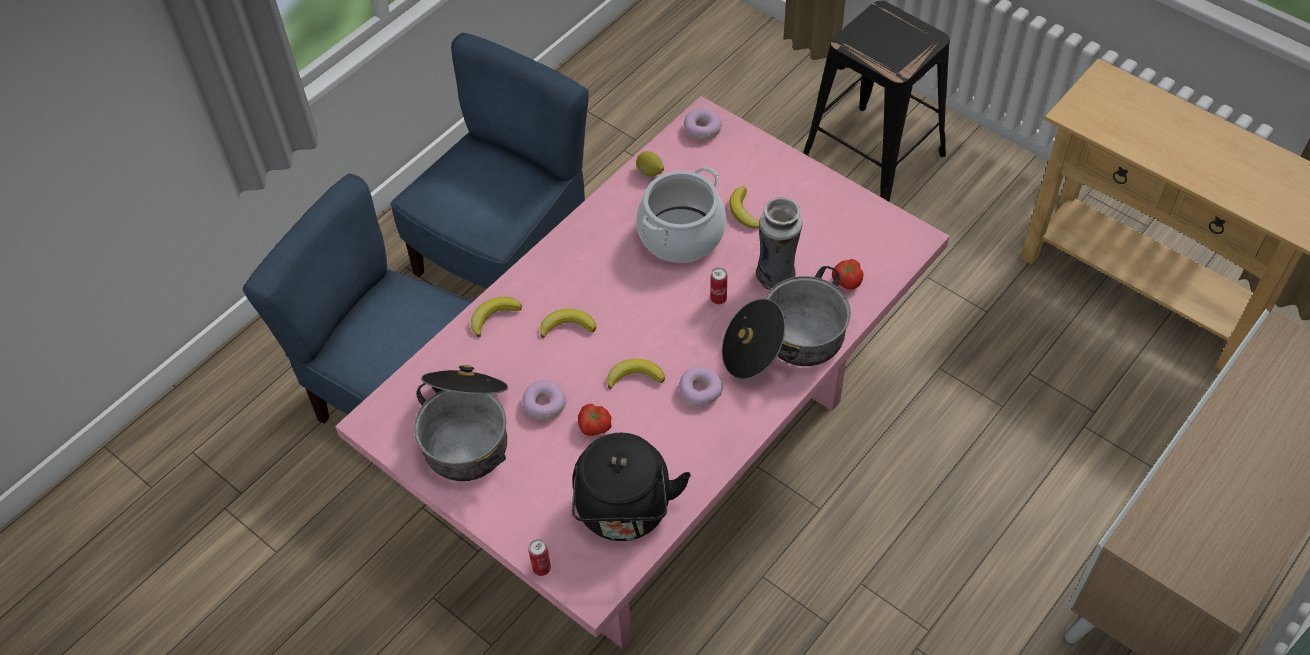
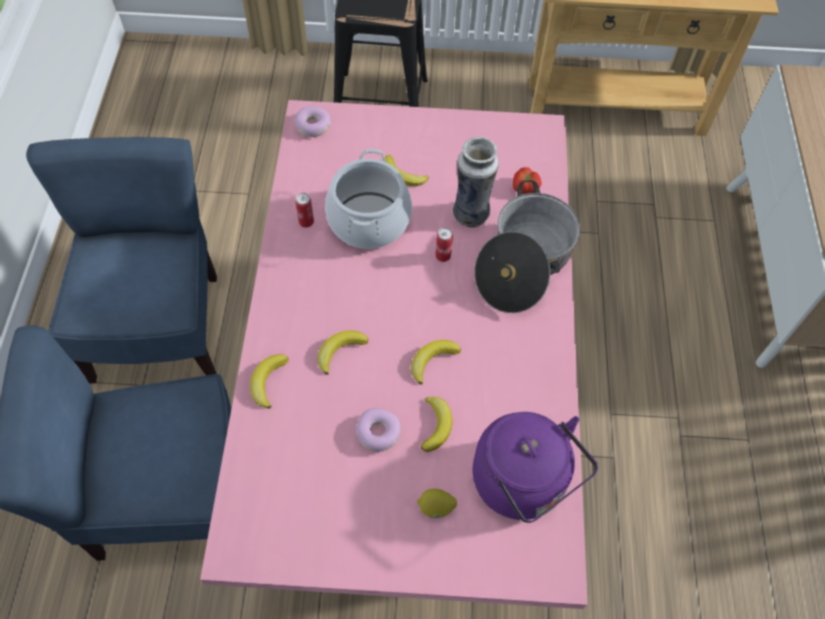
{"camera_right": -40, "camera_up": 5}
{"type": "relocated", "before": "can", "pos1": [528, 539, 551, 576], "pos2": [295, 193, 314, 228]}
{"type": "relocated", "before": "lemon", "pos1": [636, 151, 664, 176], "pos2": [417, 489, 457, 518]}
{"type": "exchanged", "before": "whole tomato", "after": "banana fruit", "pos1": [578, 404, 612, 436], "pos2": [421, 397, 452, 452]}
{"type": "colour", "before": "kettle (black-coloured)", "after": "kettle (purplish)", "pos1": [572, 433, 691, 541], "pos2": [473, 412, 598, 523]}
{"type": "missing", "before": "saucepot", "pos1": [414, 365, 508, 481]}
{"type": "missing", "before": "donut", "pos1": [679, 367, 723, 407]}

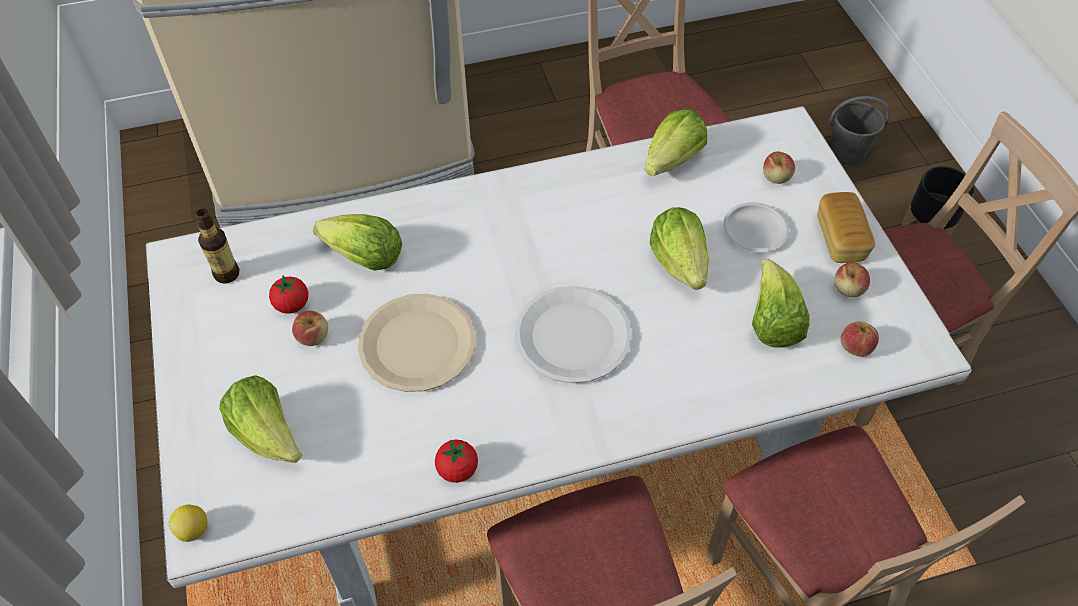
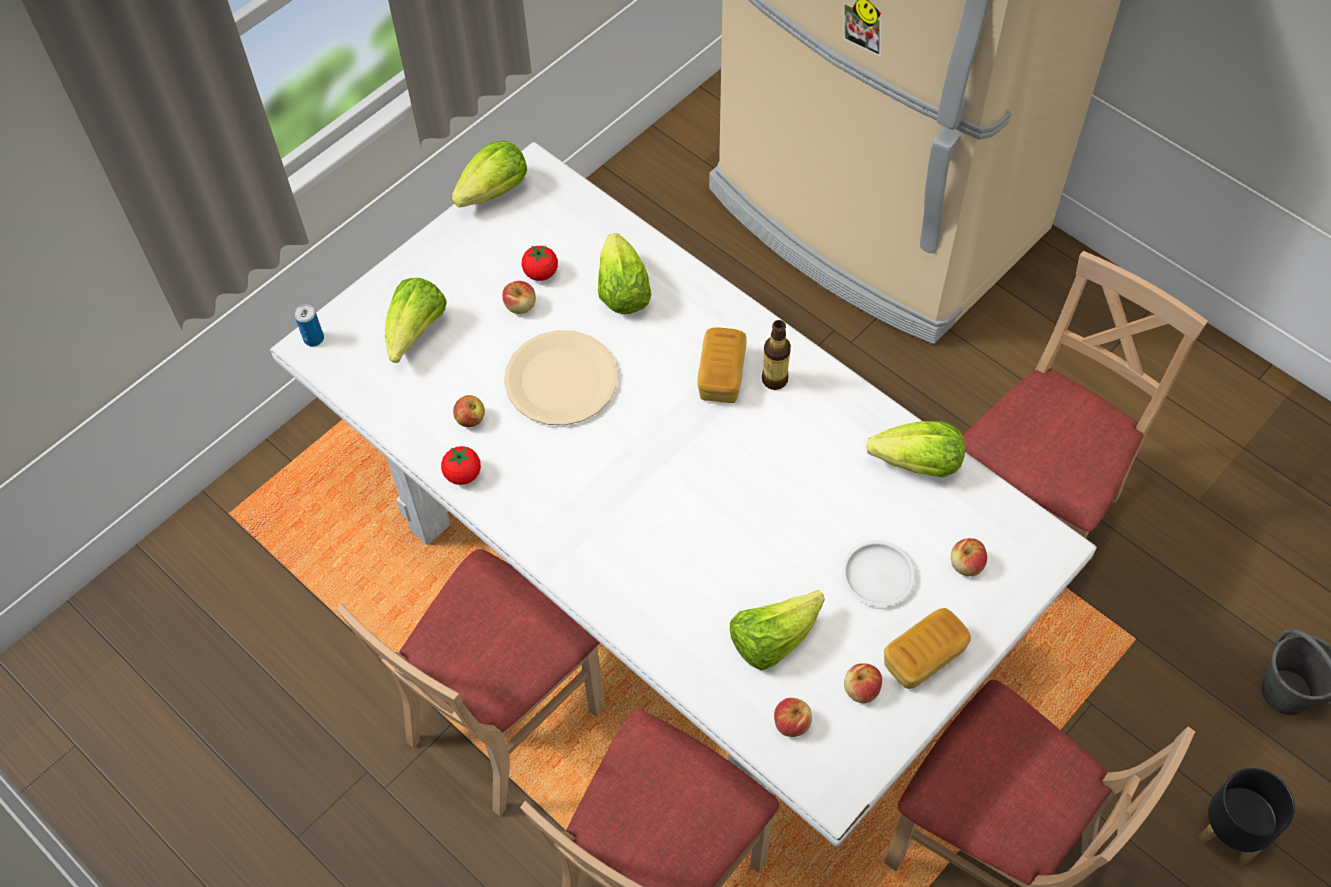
{"camera_right": 60, "camera_up": 5}
{"type": "exchanged", "before": "lemon", "after": "can", "pos1": [169, 504, 208, 542], "pos2": [294, 305, 324, 347]}
{"type": "relocated", "before": "head of lettuce", "pos1": [650, 207, 709, 290], "pos2": [452, 141, 527, 207]}
{"type": "appeared", "after": "whole apple", "pos2": [453, 395, 485, 427]}
{"type": "appeared", "after": "bread", "pos2": [697, 327, 747, 403]}
{"type": "relocated", "before": "beverage bottle", "pos1": [195, 208, 240, 283], "pos2": [762, 320, 791, 390]}
{"type": "missing", "before": "plate (white)", "pos1": [515, 286, 632, 383]}

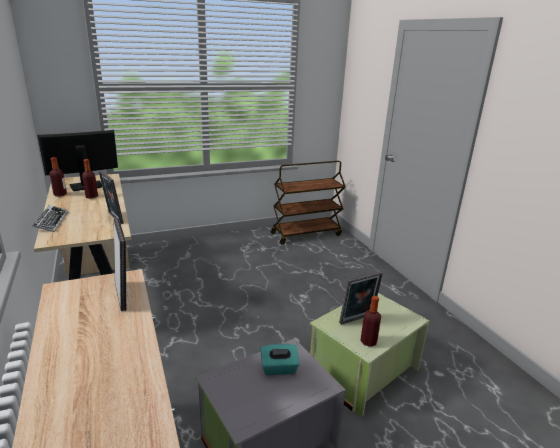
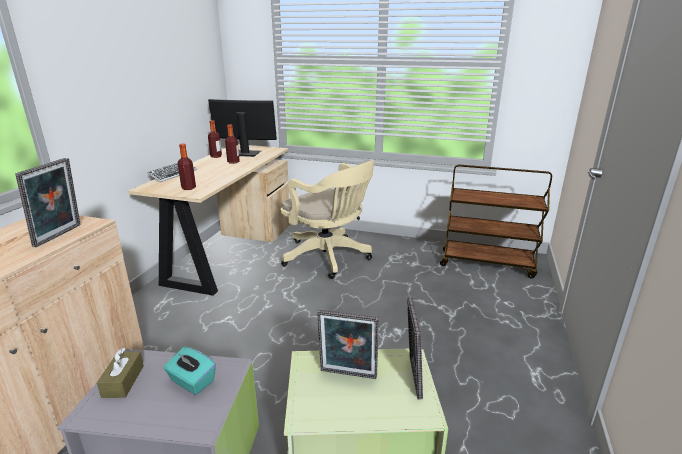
{"camera_right": 40, "camera_up": 0}
{"type": "appeared", "after": "box of tissues (brown)", "pos2": [97, 348, 144, 398]}
{"type": "relocated", "before": "beverage bottle", "pos1": [360, 296, 381, 347], "pos2": [178, 144, 196, 190]}
{"type": "appeared", "after": "desk chair (sand-coloured)", "pos2": [281, 160, 374, 279]}
{"type": "relocated", "before": "photo frame", "pos1": [99, 171, 124, 224], "pos2": [407, 297, 423, 400]}

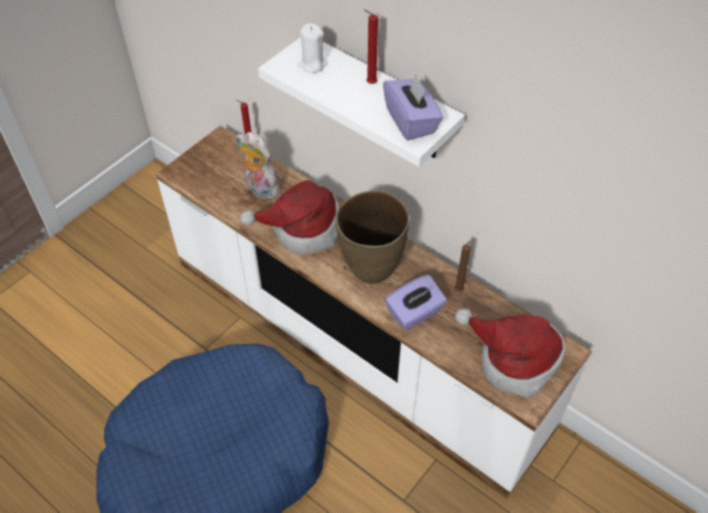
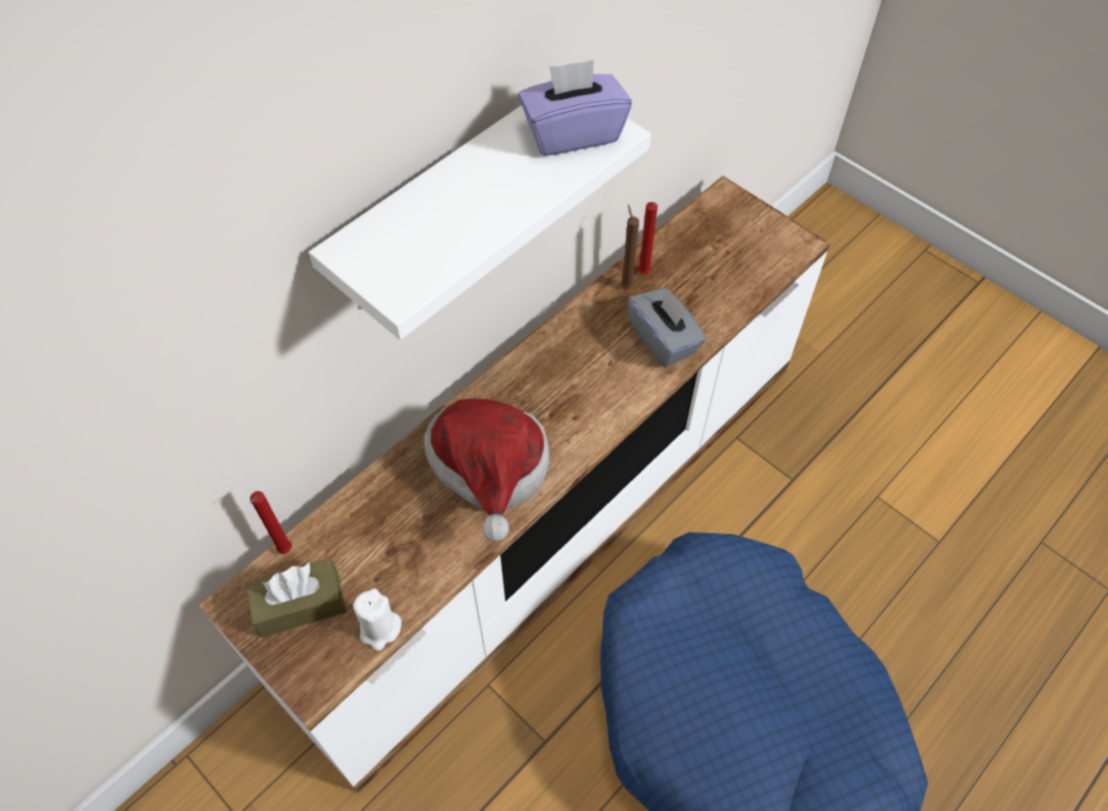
{"camera_right": -85, "camera_up": 5}
{"type": "appeared", "after": "box of tissues (brown)", "pos2": [245, 558, 347, 638]}
{"type": "relocated", "before": "wax light (white)", "pos1": [298, 23, 327, 73], "pos2": [353, 588, 402, 651]}
{"type": "colour", "before": "box of tissues (purplish)", "after": "box of tissues (gray)", "pos1": [385, 275, 447, 331], "pos2": [627, 288, 706, 367]}
{"type": "relocated", "before": "wax light (red-coloured)", "pos1": [364, 9, 378, 84], "pos2": [638, 202, 658, 274]}
{"type": "missing", "before": "plush toy", "pos1": [236, 132, 281, 199]}
{"type": "missing", "before": "vase (brown)", "pos1": [336, 190, 409, 283]}
{"type": "missing", "before": "hat", "pos1": [455, 309, 566, 399]}

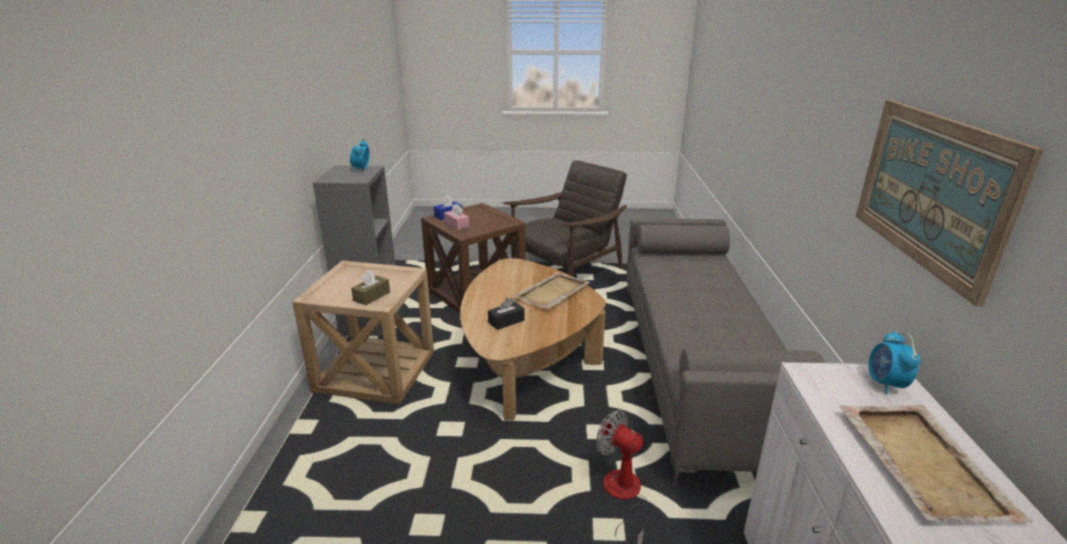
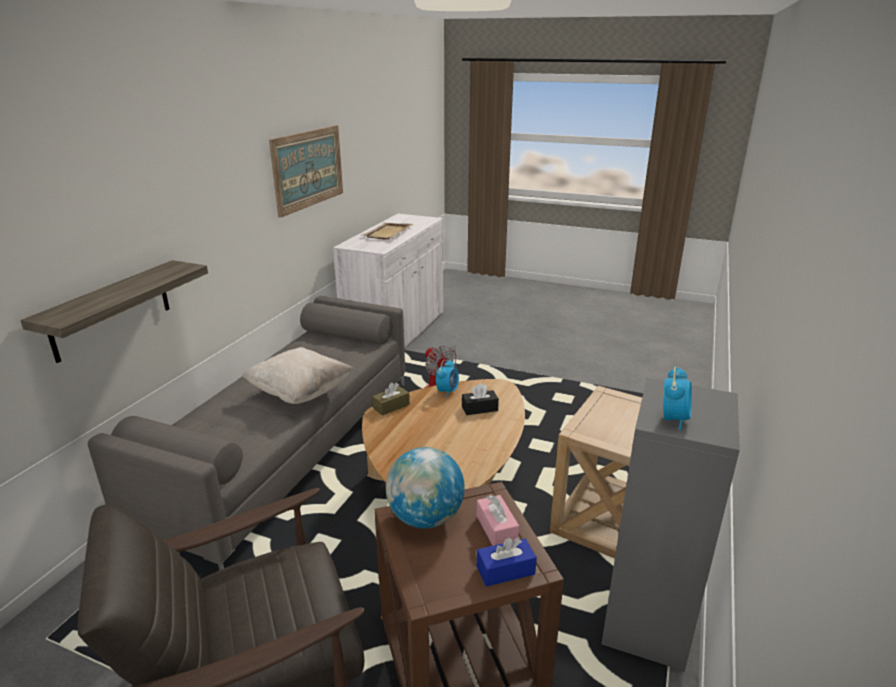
{"camera_right": -160, "camera_up": 0}
{"type": "appeared", "after": "wall shelf", "pos2": [21, 260, 208, 363]}
{"type": "appeared", "after": "cushion (sand-coloured)", "pos2": [241, 347, 354, 404]}
{"type": "relocated", "before": "box of tissues (brown)", "pos1": [351, 270, 390, 305], "pos2": [372, 382, 410, 416]}
{"type": "appeared", "after": "globe", "pos2": [386, 447, 465, 529]}
{"type": "relocated", "before": "alarm clock", "pos1": [868, 331, 921, 395], "pos2": [436, 360, 459, 398]}
{"type": "missing", "before": "carrying tray (sand-coloured)", "pos1": [513, 272, 590, 309]}

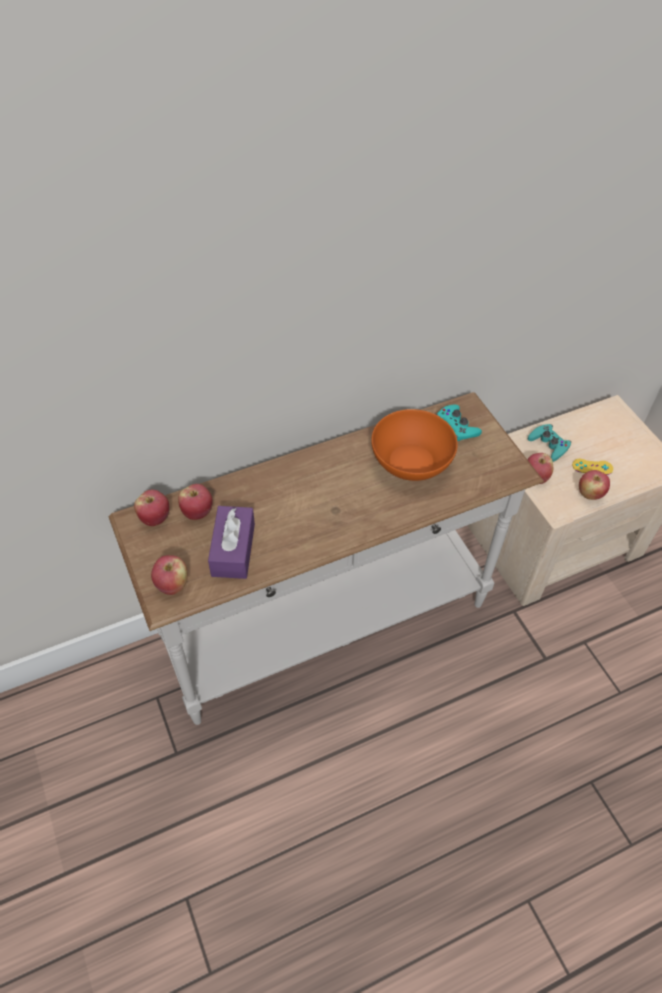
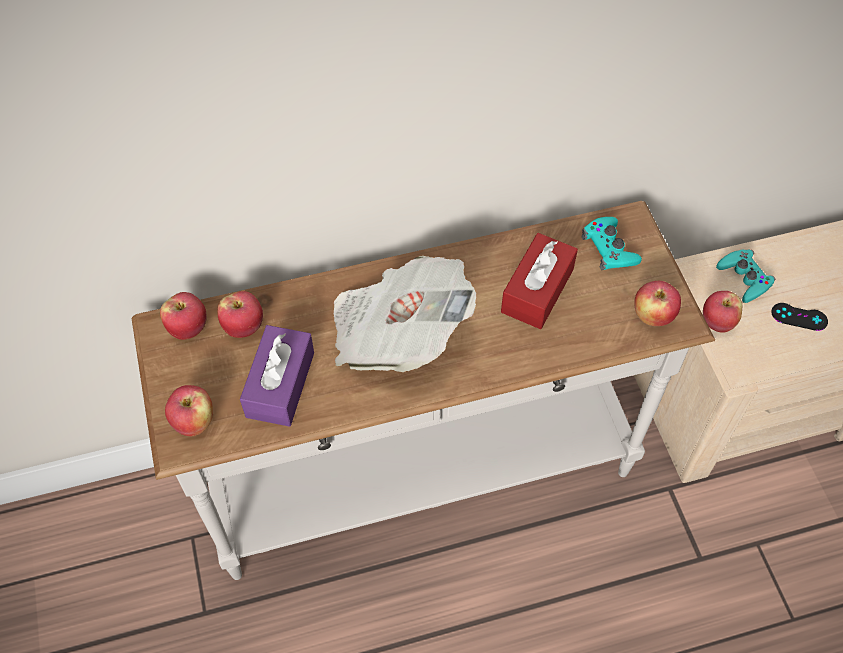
{"camera_right": 10, "camera_up": 5}
{"type": "appeared", "after": "daily paper", "pos2": [334, 255, 476, 372]}
{"type": "exchanged", "before": "serving bowl (orange)", "after": "box of tissues (red-coloured)", "pos1": [371, 409, 458, 481], "pos2": [501, 233, 578, 329]}
{"type": "relocated", "before": "whole apple", "pos1": [579, 470, 610, 500], "pos2": [634, 281, 681, 326]}
{"type": "colour", "before": "joypad (yellow)", "after": "joypad (black-coloured)", "pos1": [572, 459, 613, 475], "pos2": [771, 303, 828, 331]}

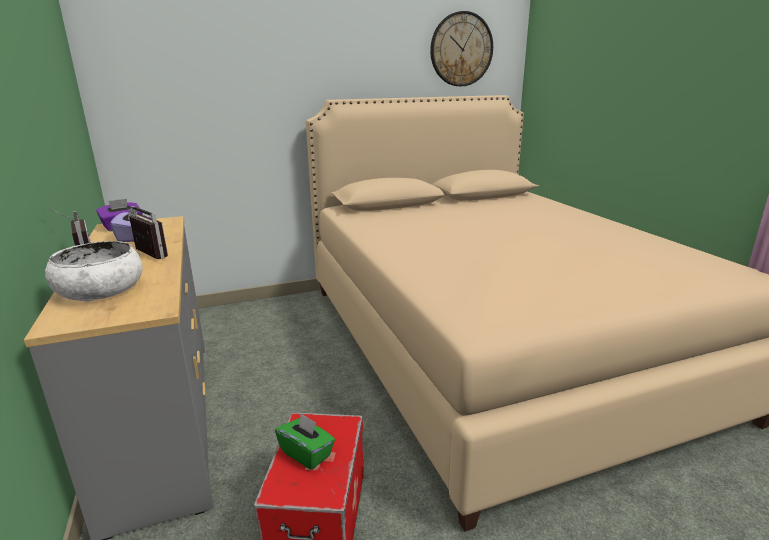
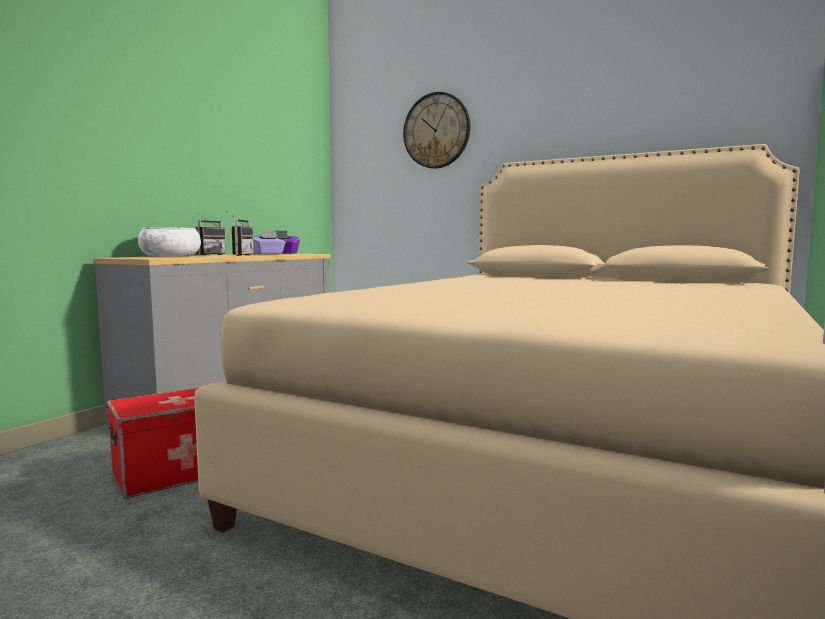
{"camera_right": 50, "camera_up": -15}
{"type": "relocated", "before": "clock on the wall", "pos1": [430, 11, 493, 86], "pos2": [403, 92, 470, 168]}
{"type": "missing", "before": "box of tissues (green)", "pos1": [275, 413, 335, 470]}

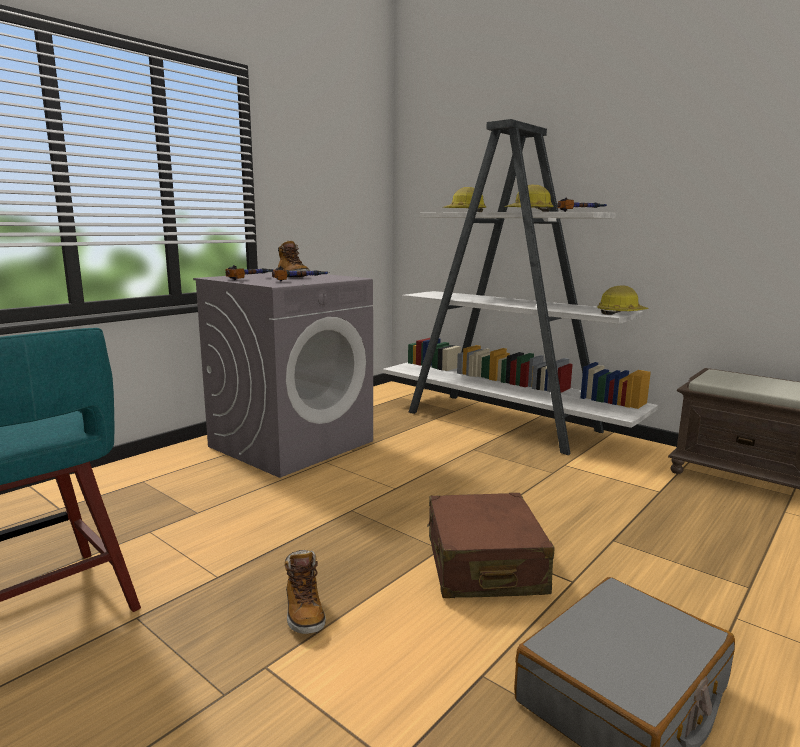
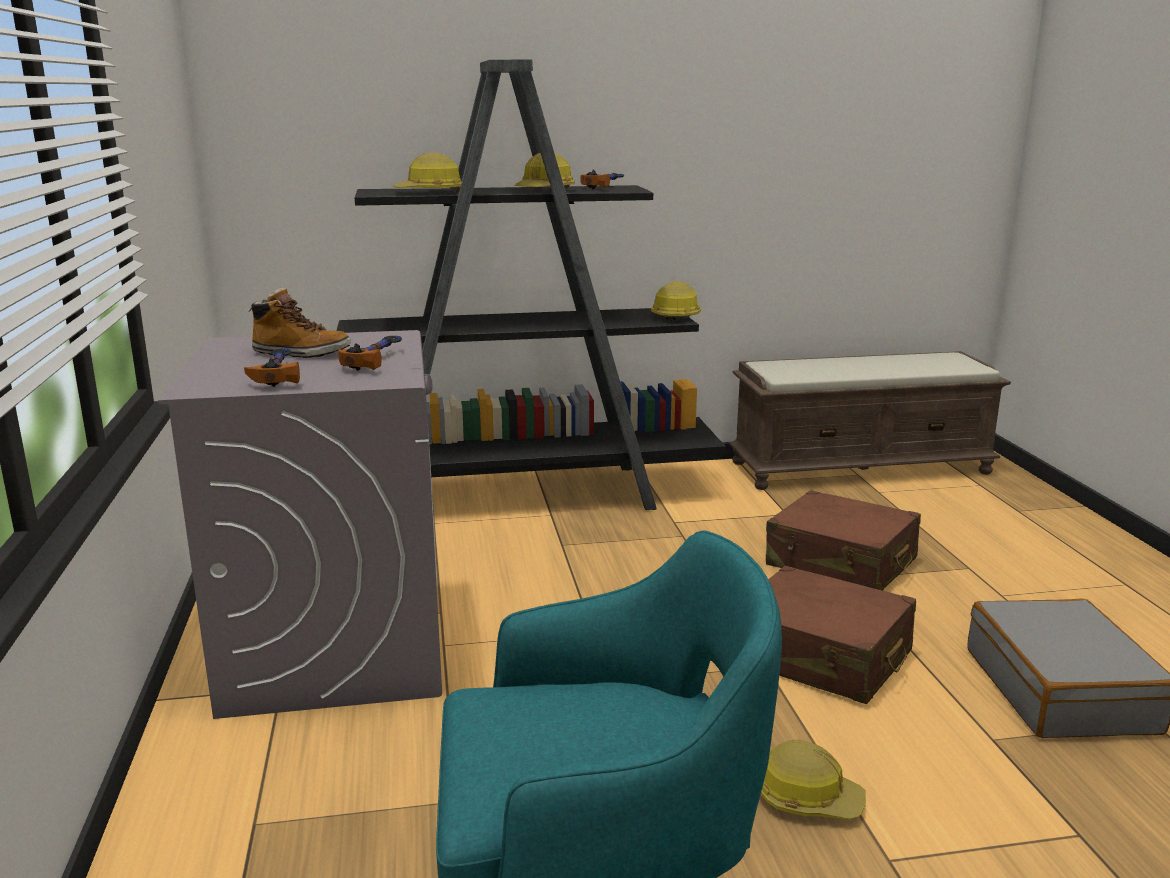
{"camera_right": -50, "camera_up": 5}
{"type": "colour", "before": "bookcase (white)", "after": "bookcase (black-coloured)", "pos1": [383, 119, 658, 455], "pos2": [336, 59, 726, 510]}
{"type": "exchanged", "before": "high-top boot", "after": "work helmet", "pos1": [285, 550, 326, 634], "pos2": [761, 740, 866, 819]}
{"type": "appeared", "after": "travel case (brown)", "pos2": [766, 490, 921, 591]}

